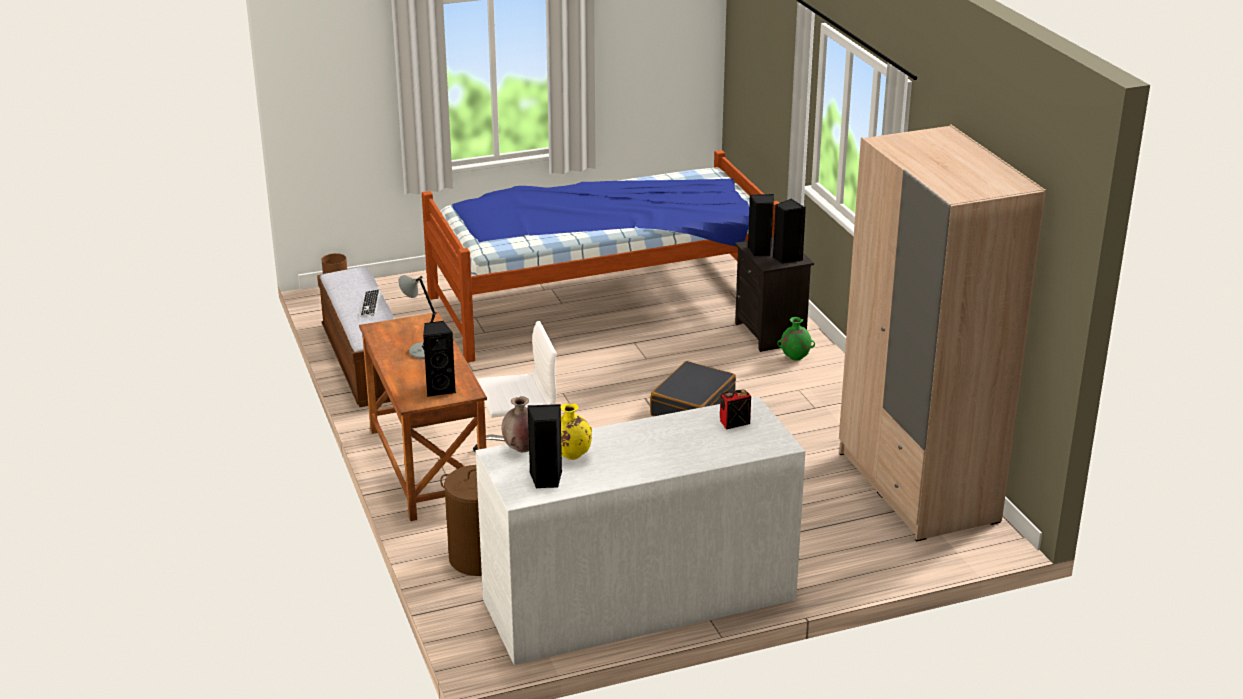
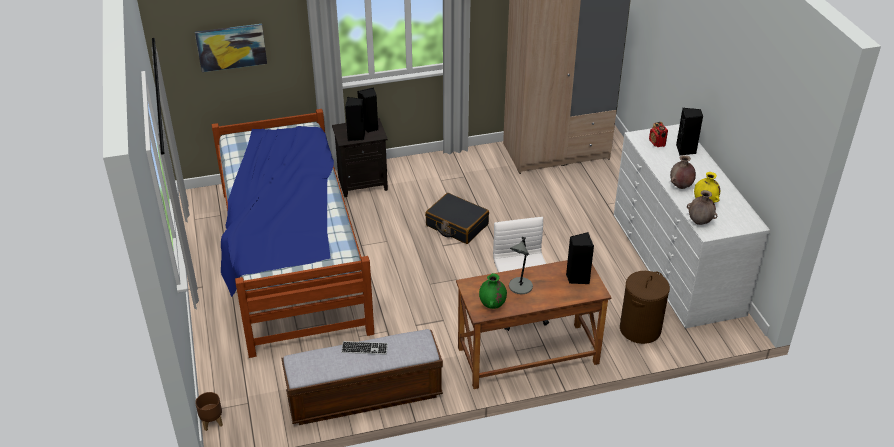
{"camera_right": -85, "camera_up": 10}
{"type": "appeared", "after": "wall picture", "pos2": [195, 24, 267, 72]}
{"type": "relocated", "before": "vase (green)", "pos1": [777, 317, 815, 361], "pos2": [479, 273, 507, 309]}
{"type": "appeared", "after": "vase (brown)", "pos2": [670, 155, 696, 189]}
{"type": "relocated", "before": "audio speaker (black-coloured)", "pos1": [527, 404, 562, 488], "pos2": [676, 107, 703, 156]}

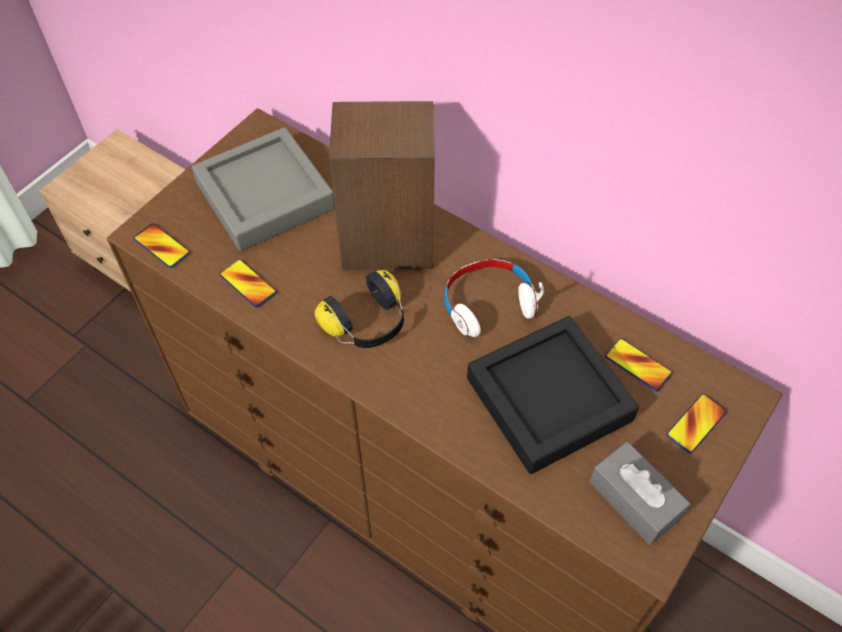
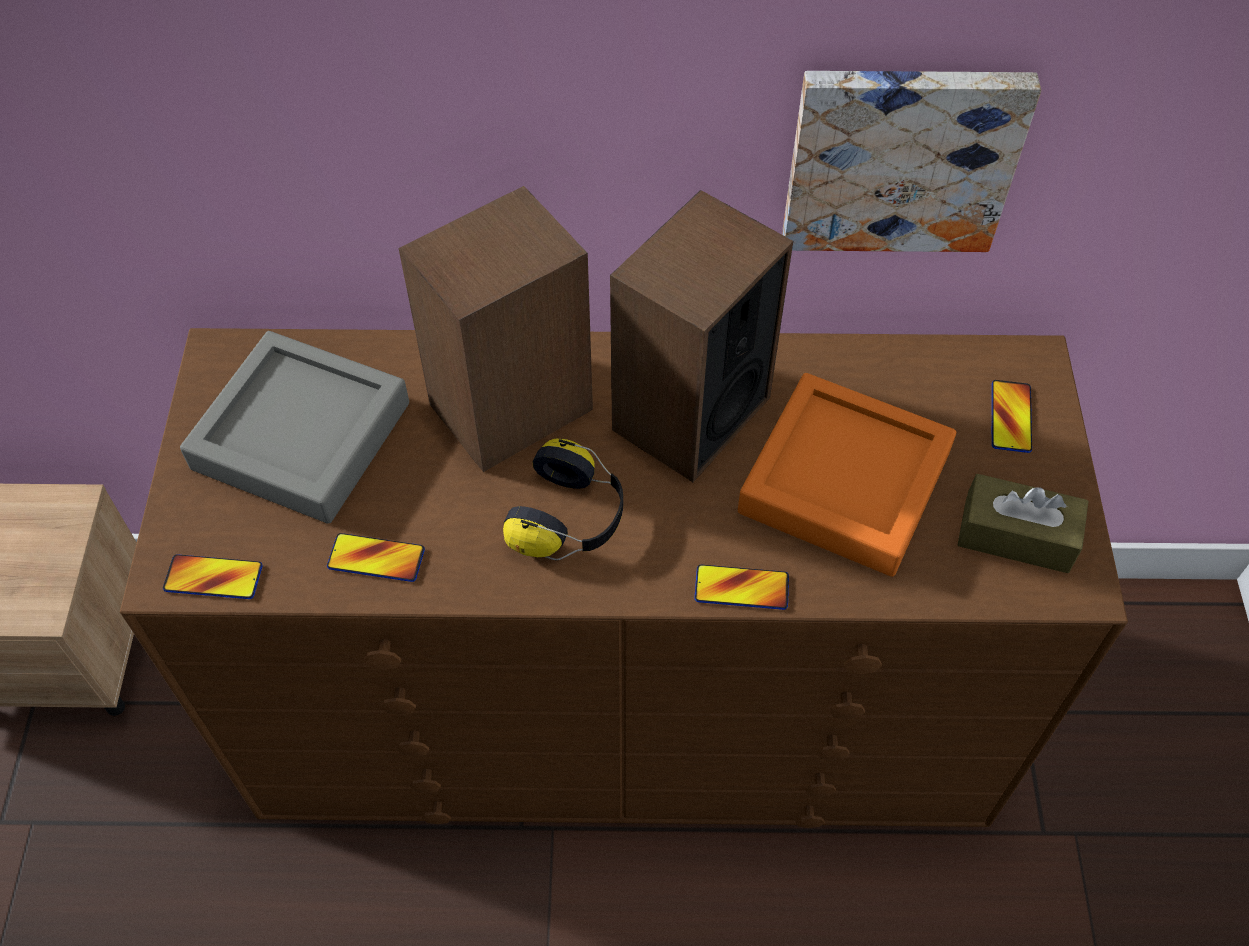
{"camera_right": -35, "camera_up": 0}
{"type": "exchanged", "before": "headset (white)", "after": "audio speaker", "pos1": [444, 259, 544, 337], "pos2": [610, 190, 793, 482]}
{"type": "relocated", "before": "telephone", "pos1": [605, 338, 673, 392], "pos2": [695, 565, 789, 610]}
{"type": "colour", "before": "carrying tray (black-coloured)", "after": "carrying tray (orange)", "pos1": [467, 316, 639, 474], "pos2": [738, 373, 956, 577]}
{"type": "appeared", "after": "wall picture", "pos2": [782, 71, 1041, 252]}
{"type": "colour", "before": "box of tissues (gray)", "after": "box of tissues (brown)", "pos1": [589, 442, 690, 545], "pos2": [958, 474, 1088, 573]}

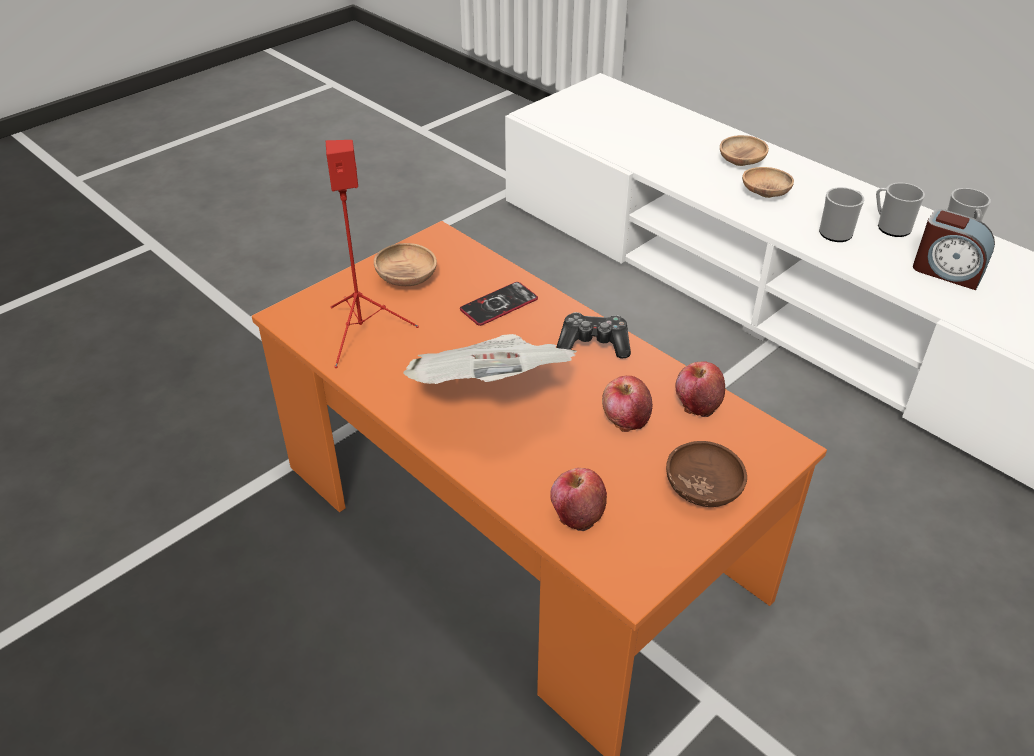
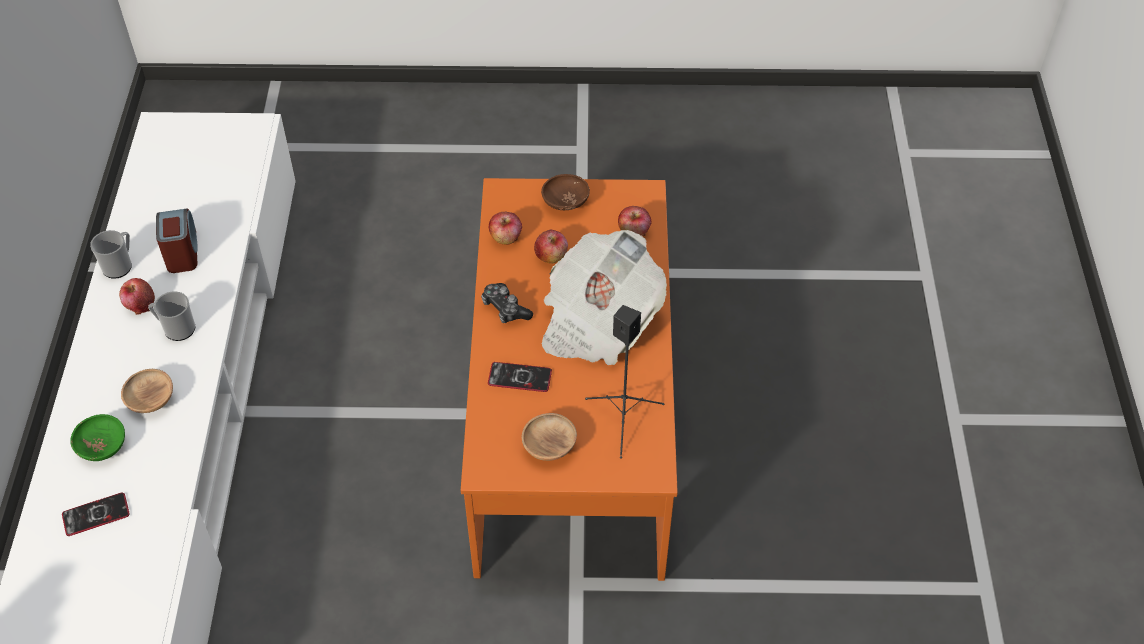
{"camera_right": -135, "camera_up": 10}
{"type": "appeared", "after": "telephone", "pos2": [62, 493, 130, 536]}
{"type": "colour", "before": "serving bowl (brown)", "after": "serving bowl (green)", "pos1": [720, 135, 769, 166], "pos2": [70, 414, 125, 461]}
{"type": "exchanged", "before": "tea mug", "after": "whole apple", "pos1": [876, 182, 925, 237], "pos2": [119, 278, 155, 315]}
{"type": "colour", "before": "audio speaker (red-coloured)", "after": "audio speaker (black-coloured)", "pos1": [326, 140, 419, 368], "pos2": [585, 305, 664, 459]}

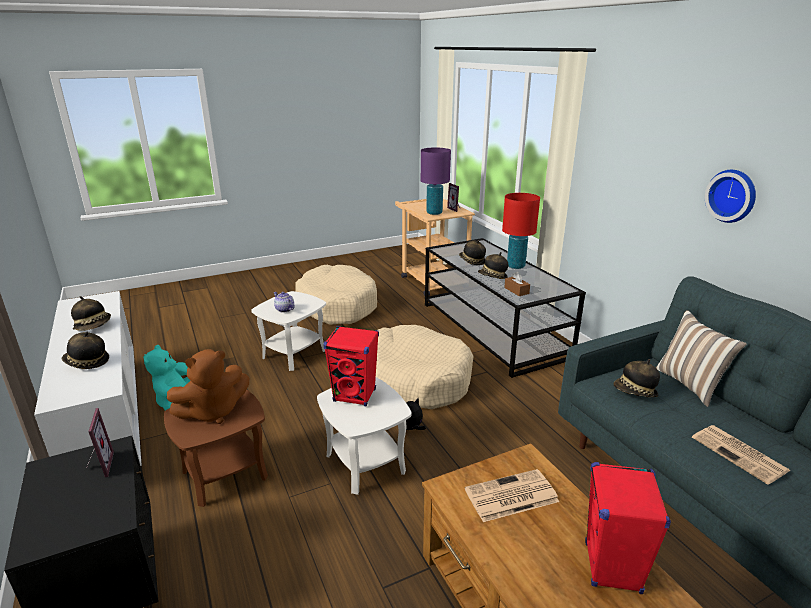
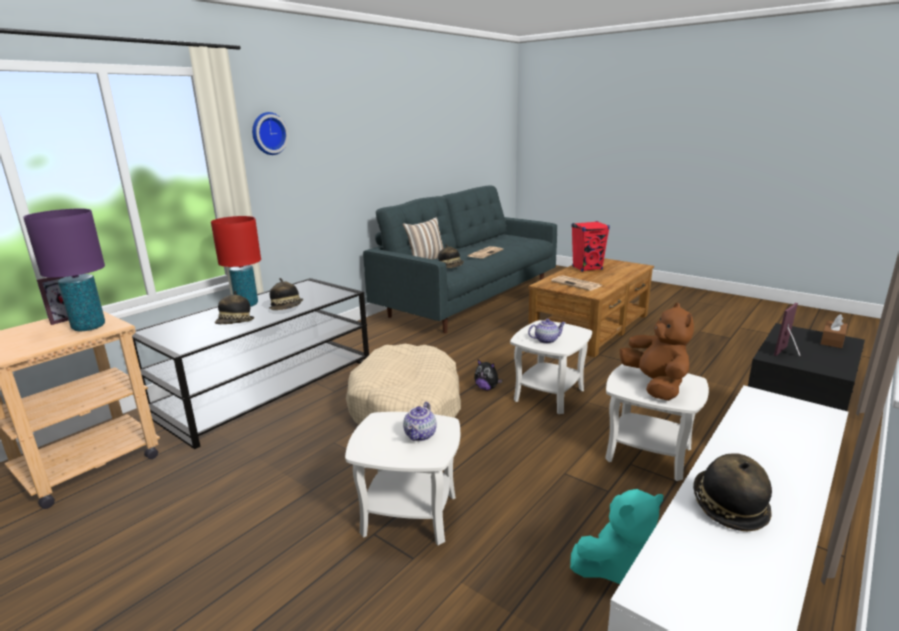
{"camera_right": -115, "camera_up": -5}
{"type": "relocated", "before": "clock on the wall", "pos1": [705, 170, 756, 223], "pos2": [252, 112, 289, 155]}
{"type": "exchanged", "before": "audio speaker (red-coloured)", "after": "pot for tea", "pos1": [323, 326, 379, 406], "pos2": [528, 319, 566, 344]}
{"type": "colour", "before": "accent table (brown)", "after": "accent table (white)", "pos1": [164, 390, 268, 507], "pos2": [605, 364, 709, 481]}
{"type": "spun", "before": "plush toy (brown)", "pos1": [167, 349, 249, 424], "pos2": [620, 303, 694, 401], "turn": 45}
{"type": "relocated", "before": "box of tissues (brown)", "pos1": [504, 272, 530, 296], "pos2": [821, 314, 847, 348]}
{"type": "missing", "before": "hat", "pos1": [62, 332, 109, 369]}
{"type": "missing", "before": "pet bed (sand-coloured)", "pos1": [295, 265, 377, 325]}

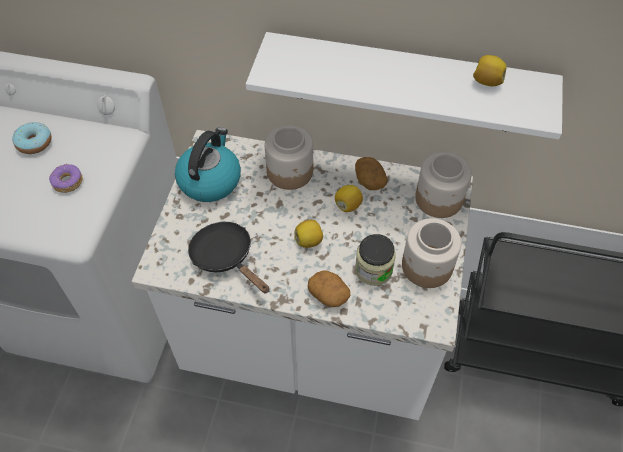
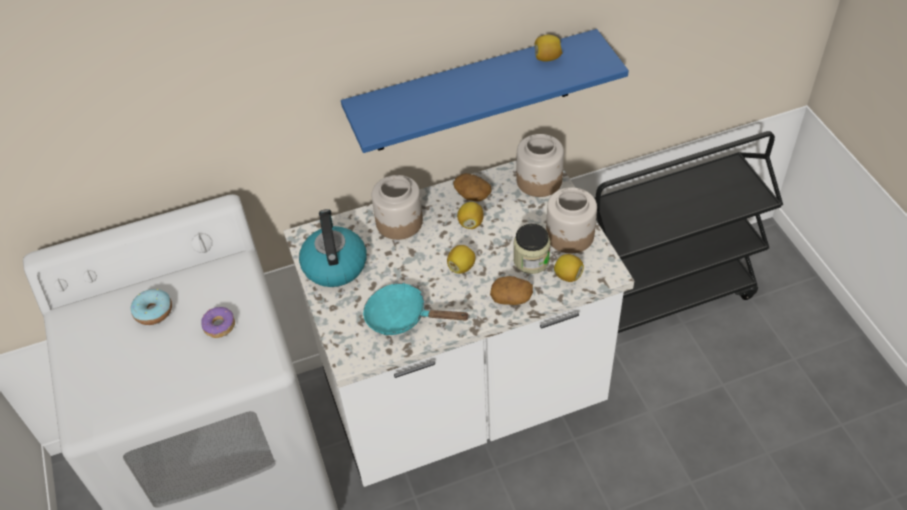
{"camera_right": -30, "camera_up": -5}
{"type": "colour", "before": "wall shelf (white)", "after": "wall shelf (blue-coloured)", "pos1": [246, 32, 563, 139], "pos2": [341, 29, 629, 153]}
{"type": "colour", "before": "frying pan (black-coloured)", "after": "frying pan (turquoise-coloured)", "pos1": [188, 222, 270, 294], "pos2": [363, 283, 470, 335]}
{"type": "appeared", "after": "lemon", "pos2": [554, 254, 584, 282]}

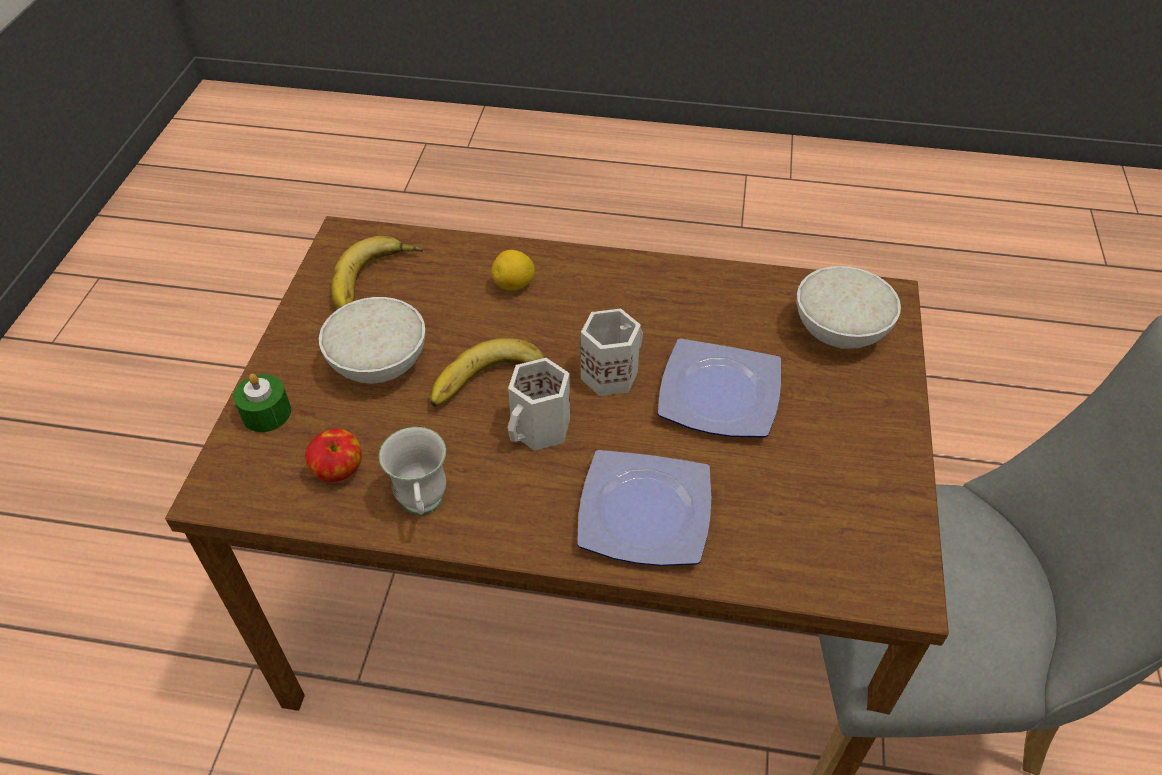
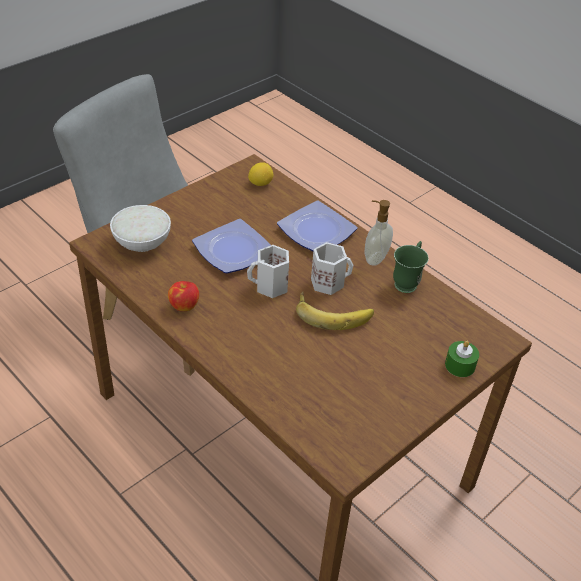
{"camera_right": -145, "camera_up": -5}
{"type": "relocated", "before": "whole apple", "pos1": [305, 429, 362, 482], "pos2": [168, 281, 199, 311]}
{"type": "relocated", "before": "lemon", "pos1": [491, 250, 535, 290], "pos2": [248, 162, 273, 186]}
{"type": "appeared", "after": "soap dispenser", "pos2": [365, 200, 393, 266]}
{"type": "colour", "before": "tea mug (white)", "after": "tea mug (green)", "pos1": [379, 427, 446, 515], "pos2": [393, 241, 429, 293]}
{"type": "missing", "before": "serving bowl (white)", "pos1": [319, 297, 425, 384]}
{"type": "missing", "before": "banana fruit", "pos1": [331, 236, 423, 309]}

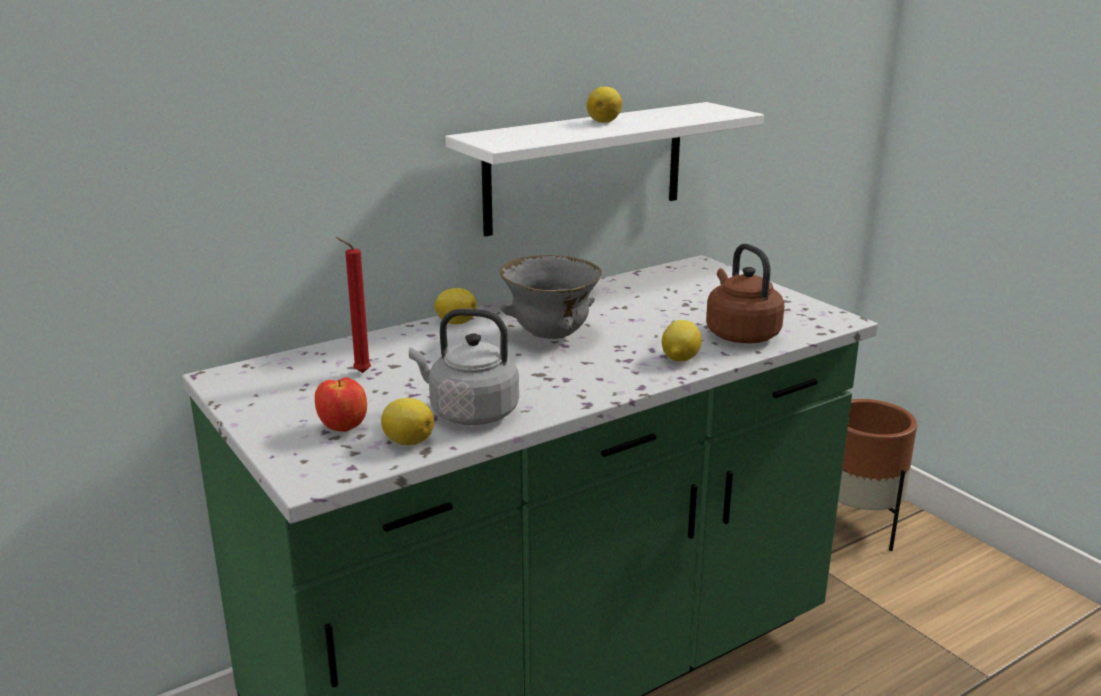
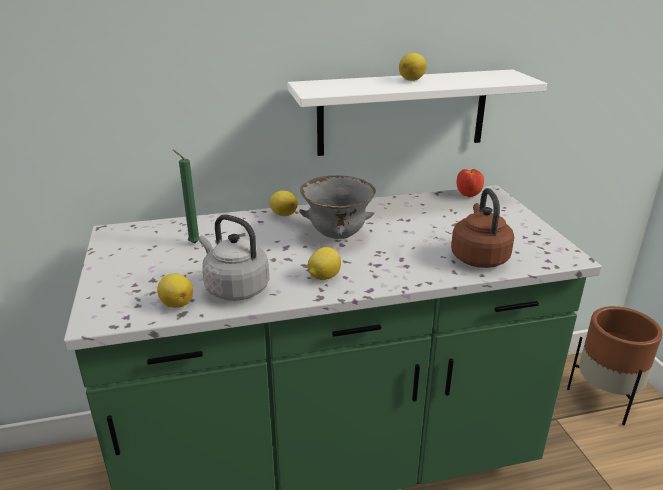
{"camera_right": 20, "camera_up": 5}
{"type": "colour", "before": "wax light (red-coloured)", "after": "wax light (green)", "pos1": [336, 237, 371, 373], "pos2": [173, 150, 200, 244]}
{"type": "relocated", "before": "lemon", "pos1": [662, 320, 702, 362], "pos2": [308, 247, 341, 280]}
{"type": "relocated", "before": "whole apple", "pos1": [315, 377, 367, 432], "pos2": [457, 169, 484, 197]}

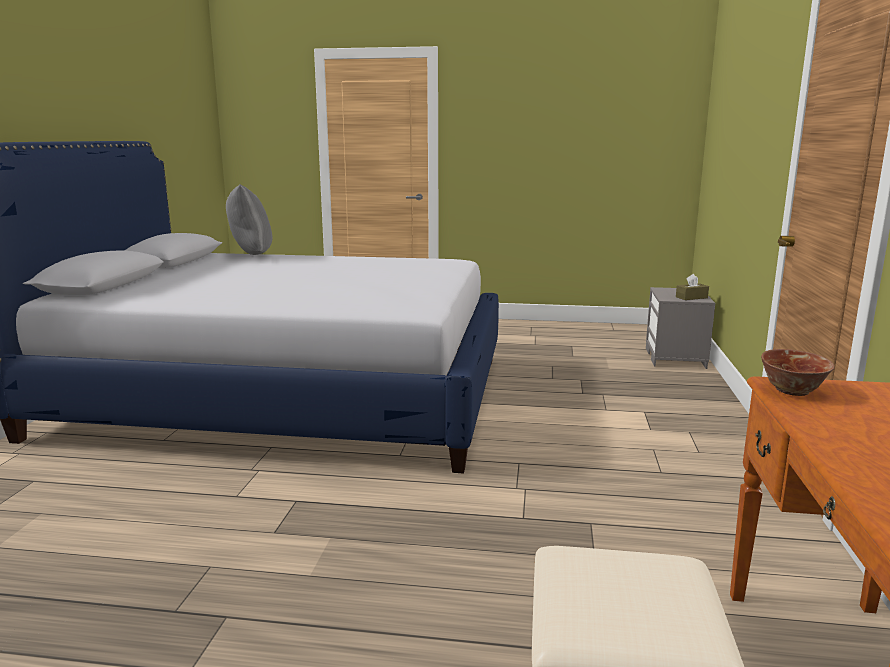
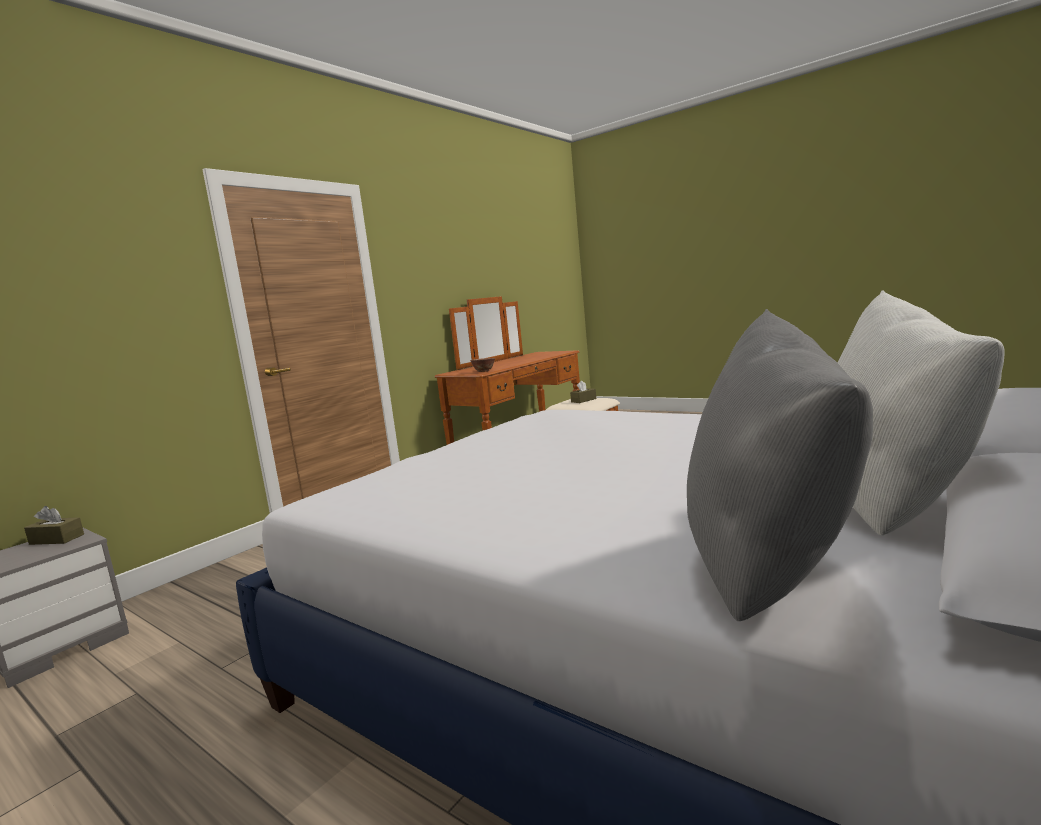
{"camera_right": -150, "camera_up": -5}
{"type": "appeared", "after": "box of tissues (brown)", "pos2": [570, 381, 596, 403]}
{"type": "appeared", "after": "cushion (white)", "pos2": [837, 290, 1004, 535]}

